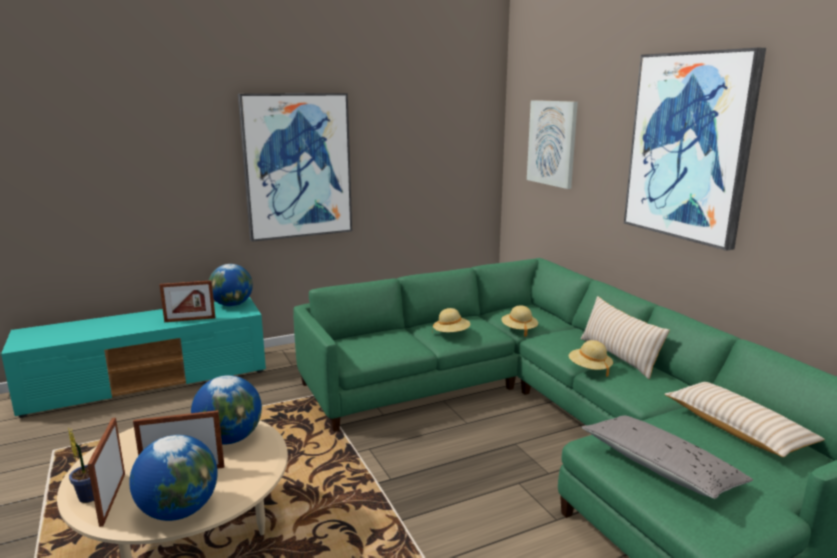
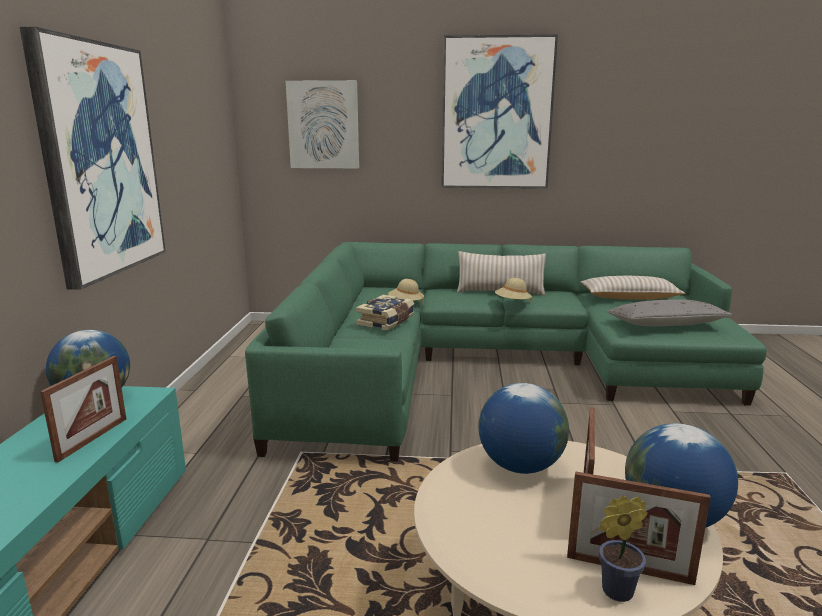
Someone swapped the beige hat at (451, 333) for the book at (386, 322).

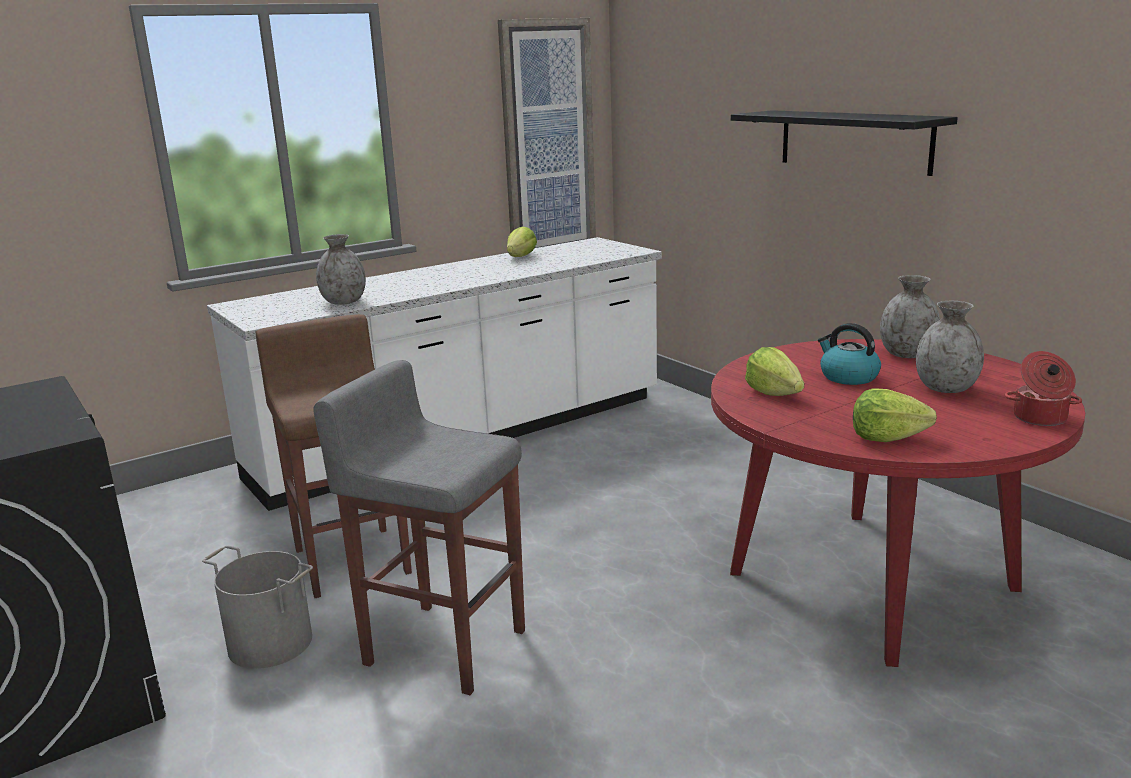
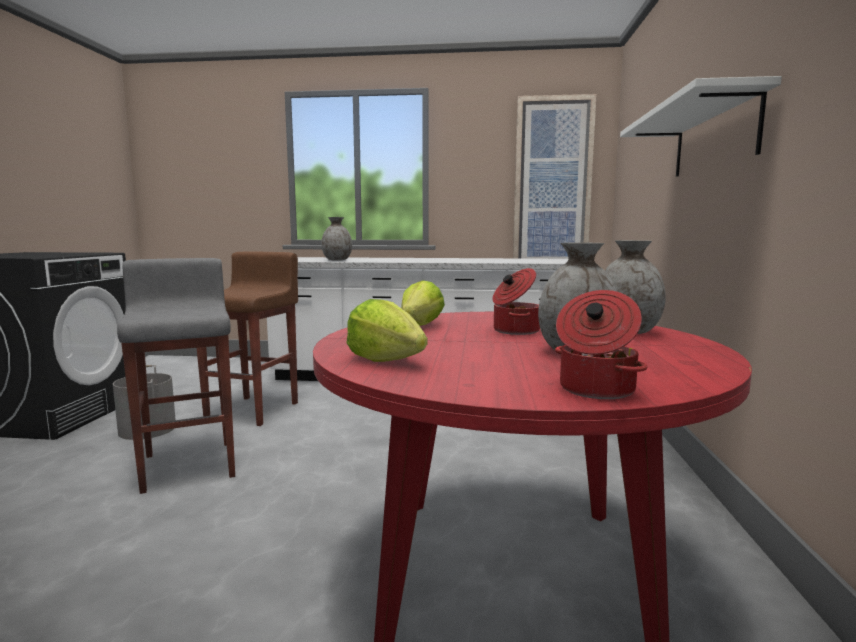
Someone swapped the kettle at (848, 377) for the cooking pot at (514, 331). Someone repainted the black shelf at (854, 141), which became the white shelf at (714, 138). Someone took away the lettuce at (520, 257).

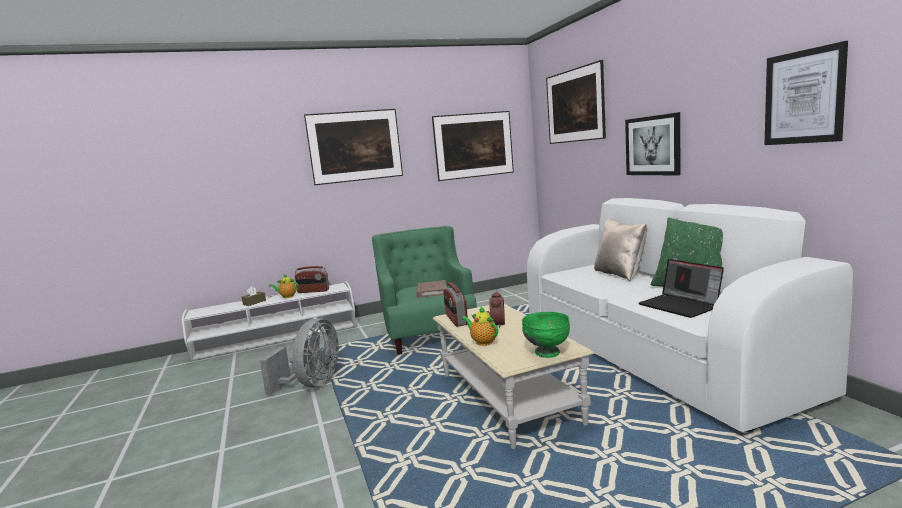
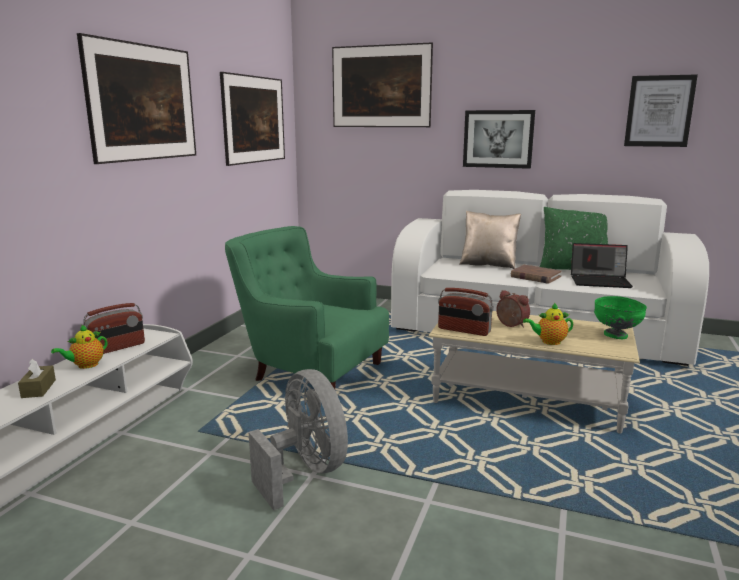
Someone carried the brown book from (431, 291) to (535, 277).

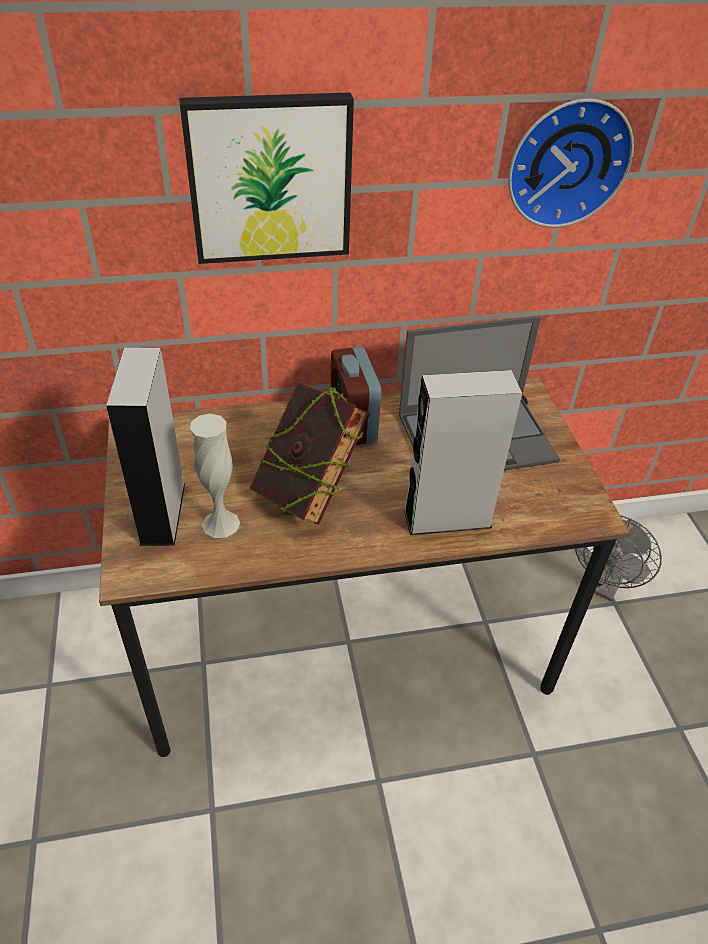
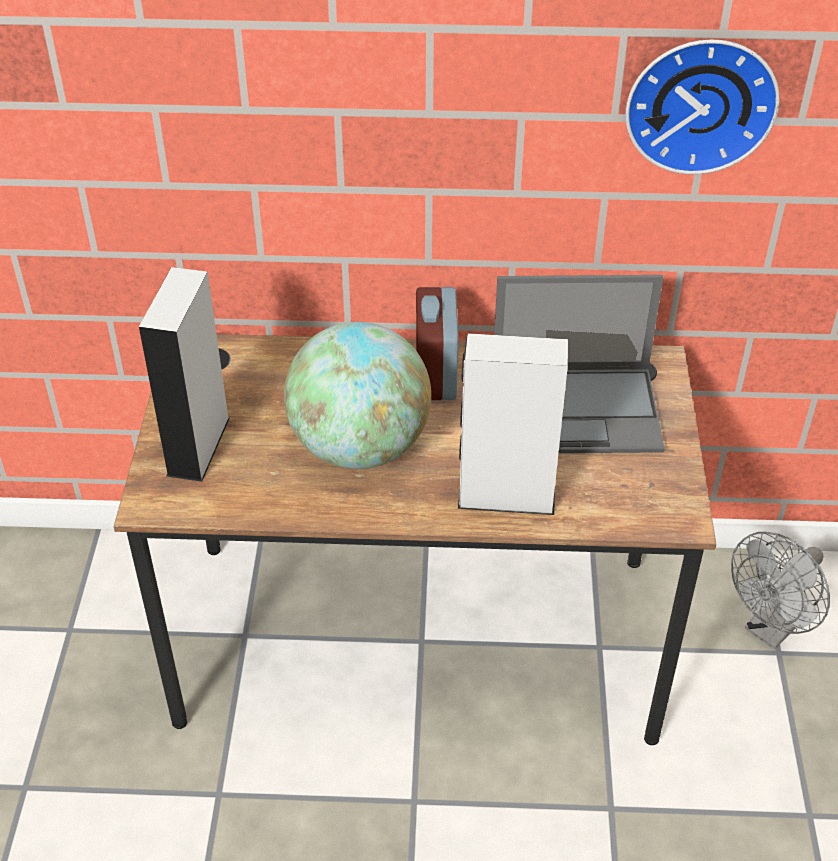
Someone swapped the book at (308, 493) for the globe at (360, 447). Someone took away the picture at (269, 178). Someone took away the white vase at (221, 524).

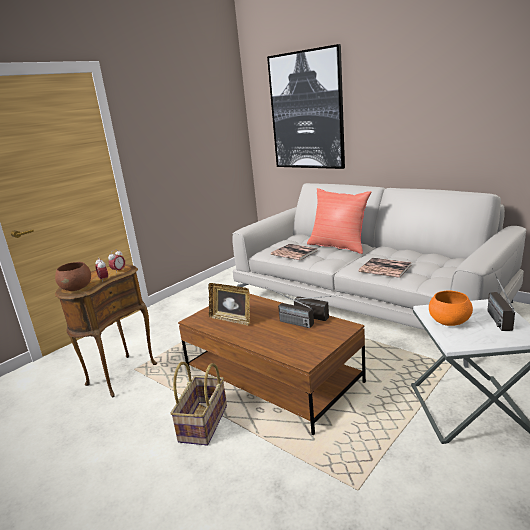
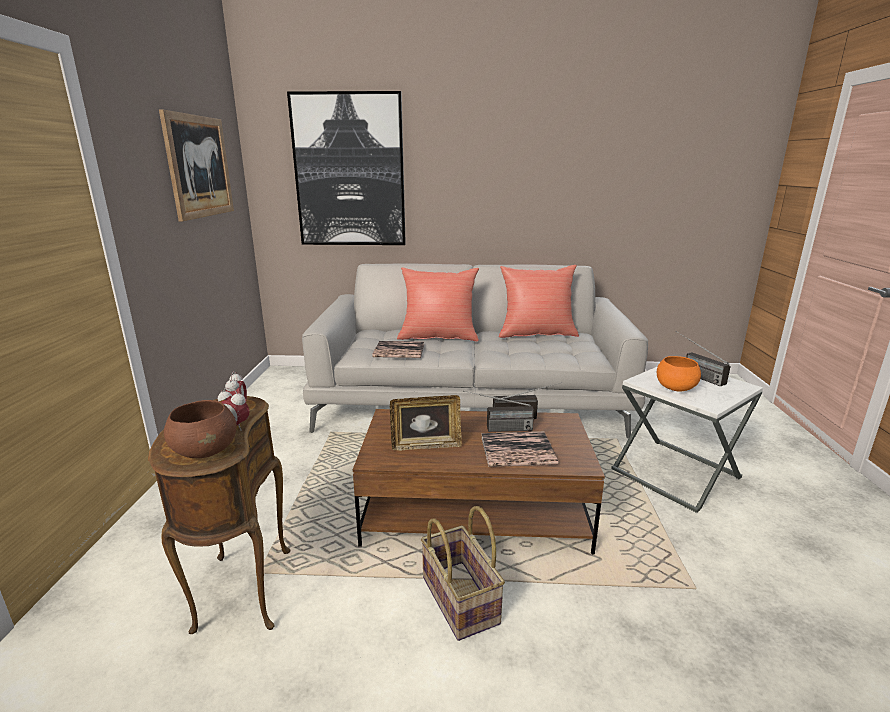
Someone put up the picture at (199, 166). Someone carried the book from (385, 268) to (517, 450). Someone put down the red pillow at (536, 333).

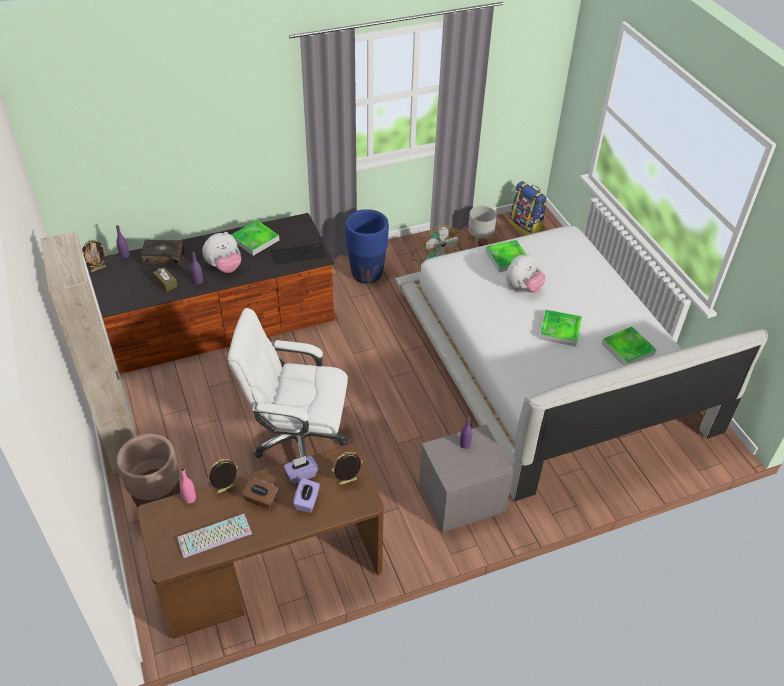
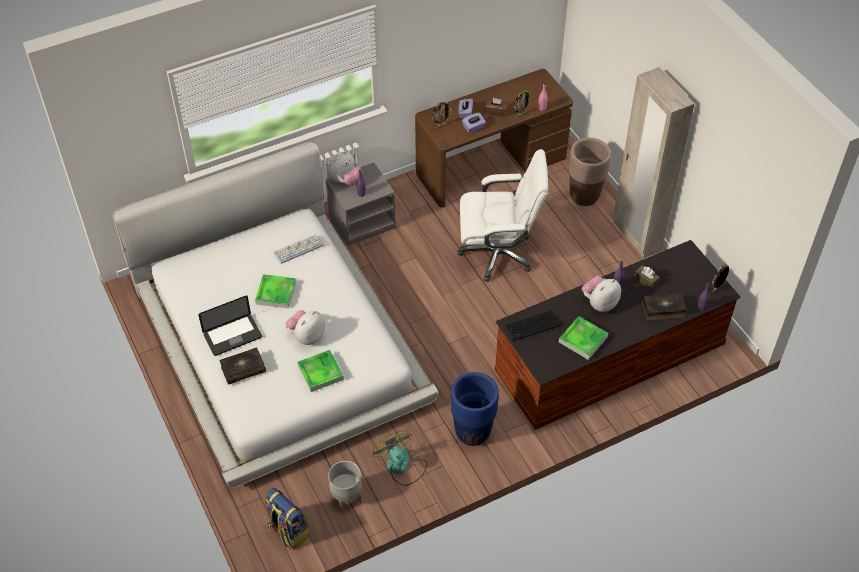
Someone put down the laptop at (232, 336). Someone put down the book at (243, 369). Someone carried the keyboard from (214, 537) to (299, 248). Someone put down the plush toy at (345, 181). Someone took away the tray at (628, 349).

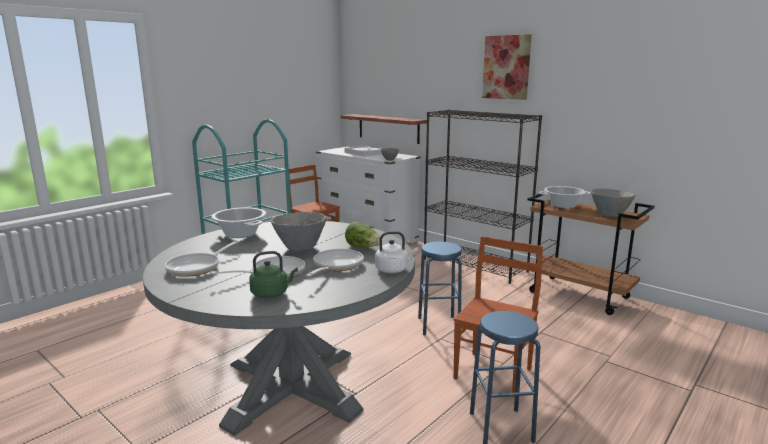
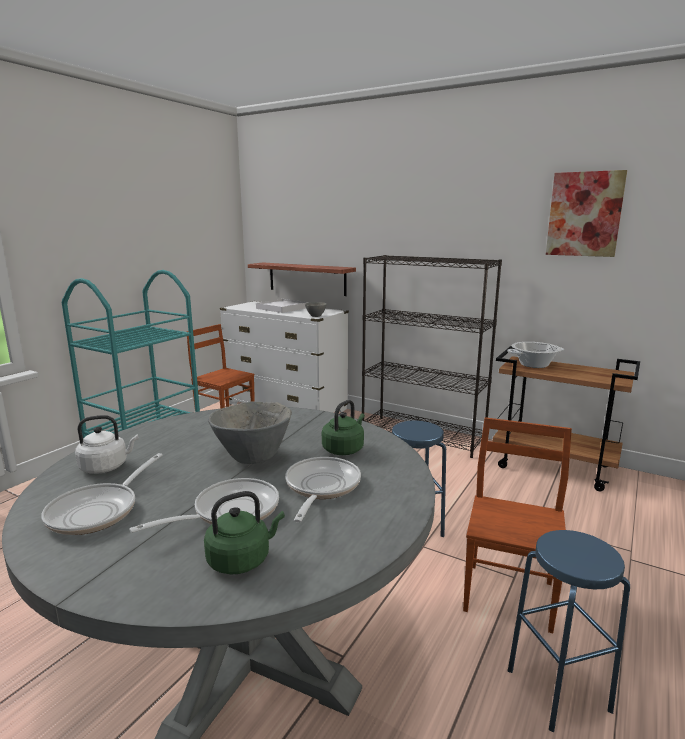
Someone carried the white kettle from (393, 270) to (106, 467). Someone swapped the lettuce at (363, 247) for the green kettle at (344, 449). Someone carried the picture from (506, 67) to (584, 214). Someone took away the cooking pot at (240, 234). Someone took away the grey bowl at (609, 215).

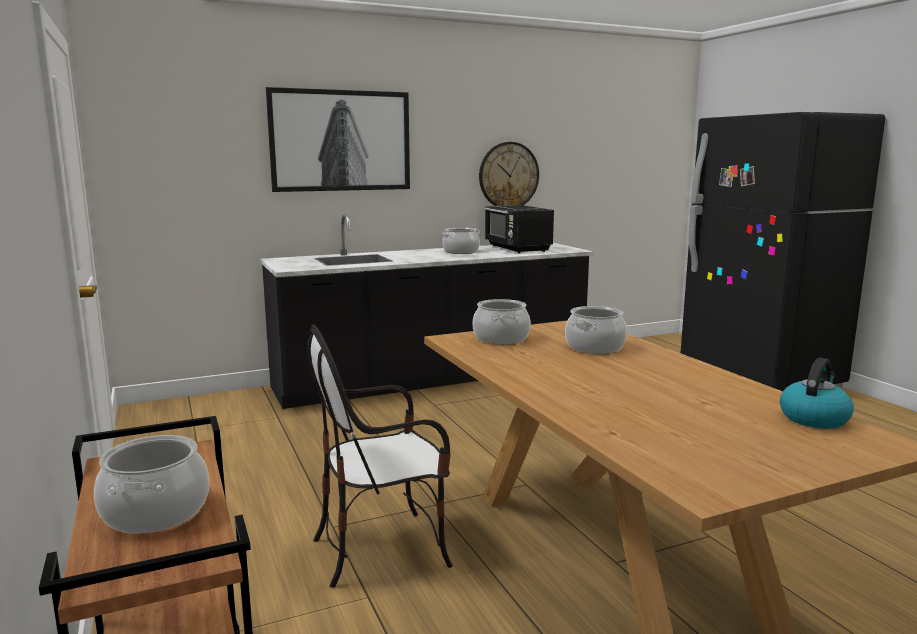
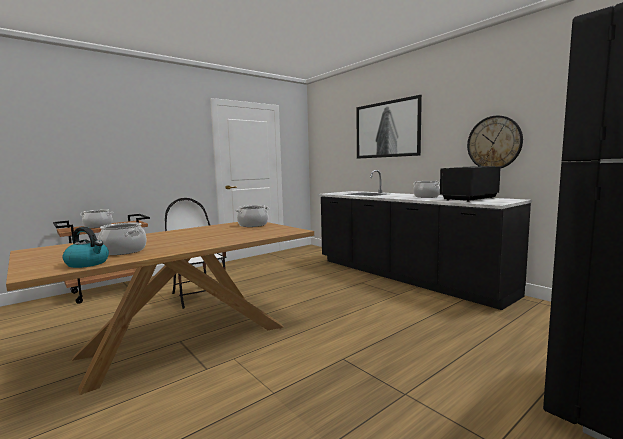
Someone carried the cooking pot from (595, 347) to (123, 251).

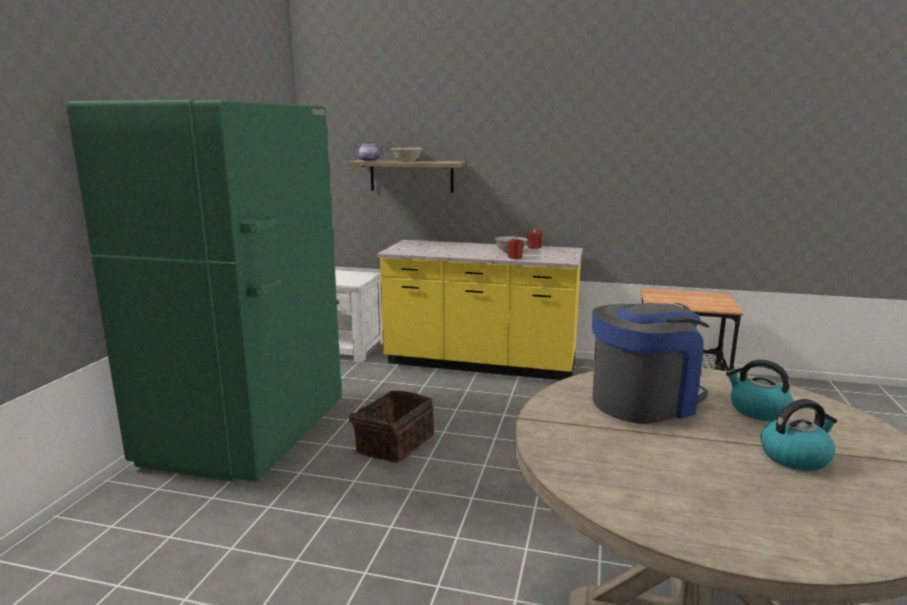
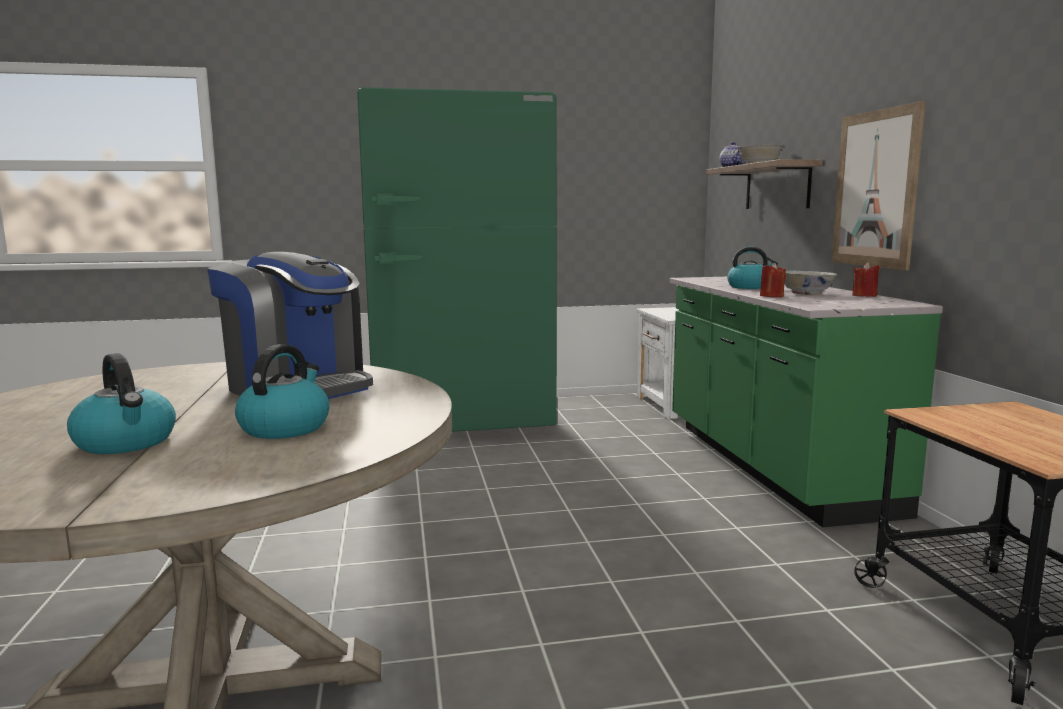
Someone repainted the yellow counter at (480, 364), which became the green counter at (770, 466). Someone put down the kettle at (749, 287). Someone put up the picture at (875, 189). Someone took away the basket at (393, 444).

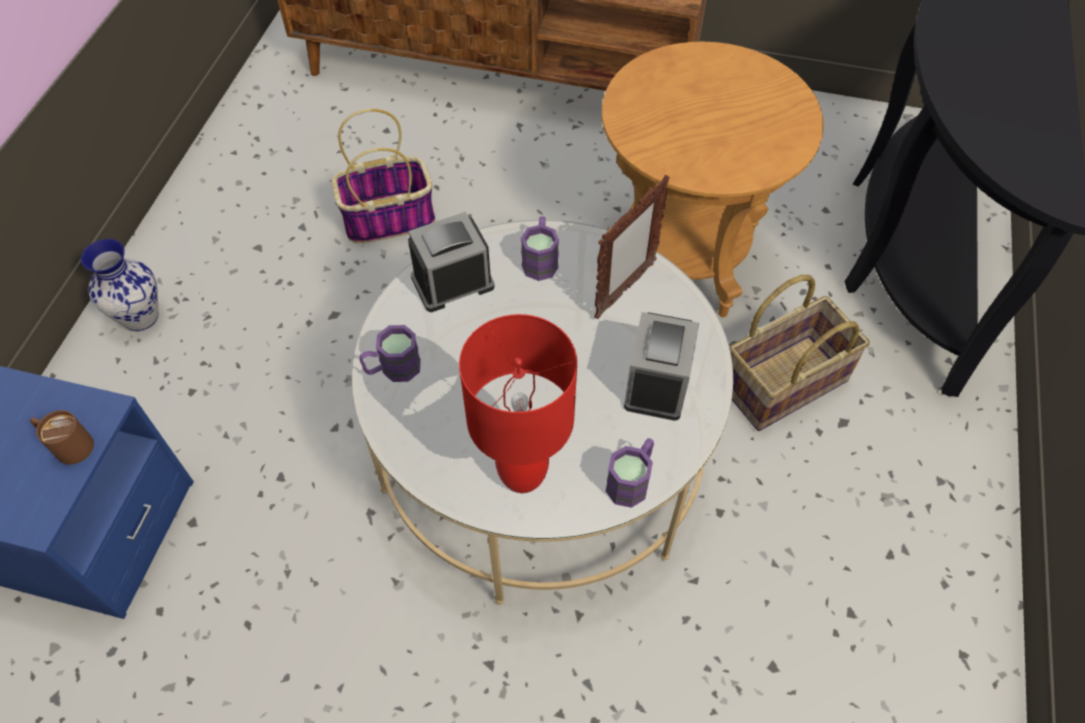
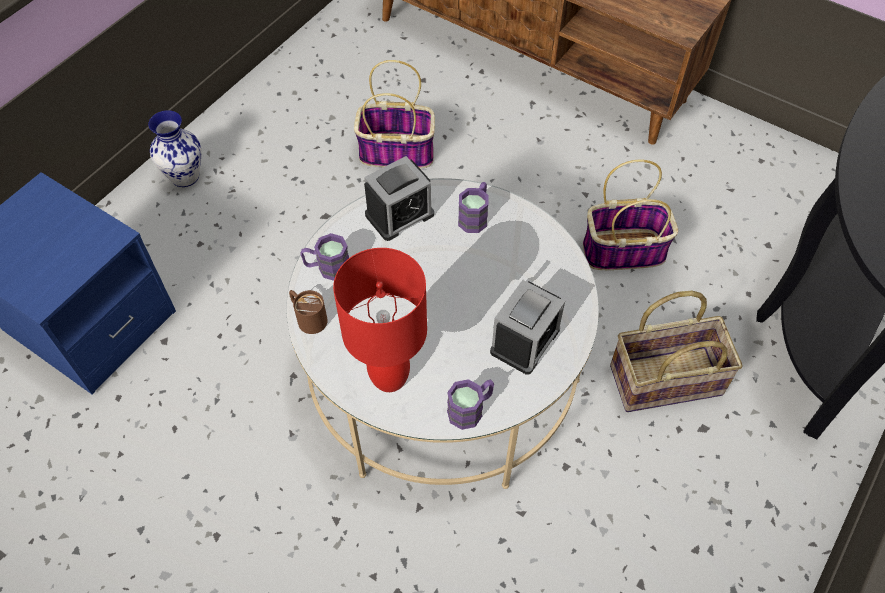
Someone carried the brown mug from (67, 445) to (308, 317). Someone rotated the alarm clock at (452, 282) by 150 degrees clockwise. Someone swapped the brown side table at (683, 257) for the basket at (624, 250). Someone took away the picture frame at (624, 290).

